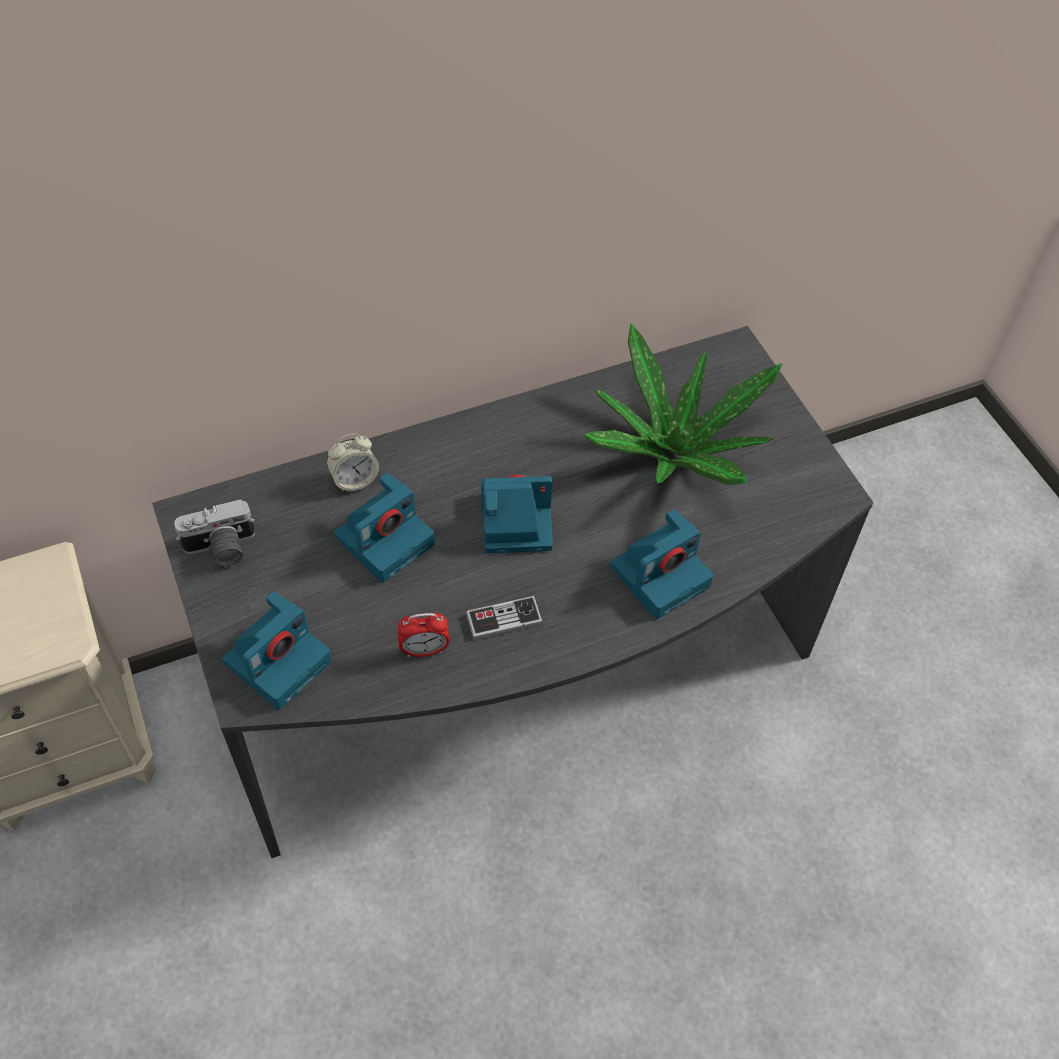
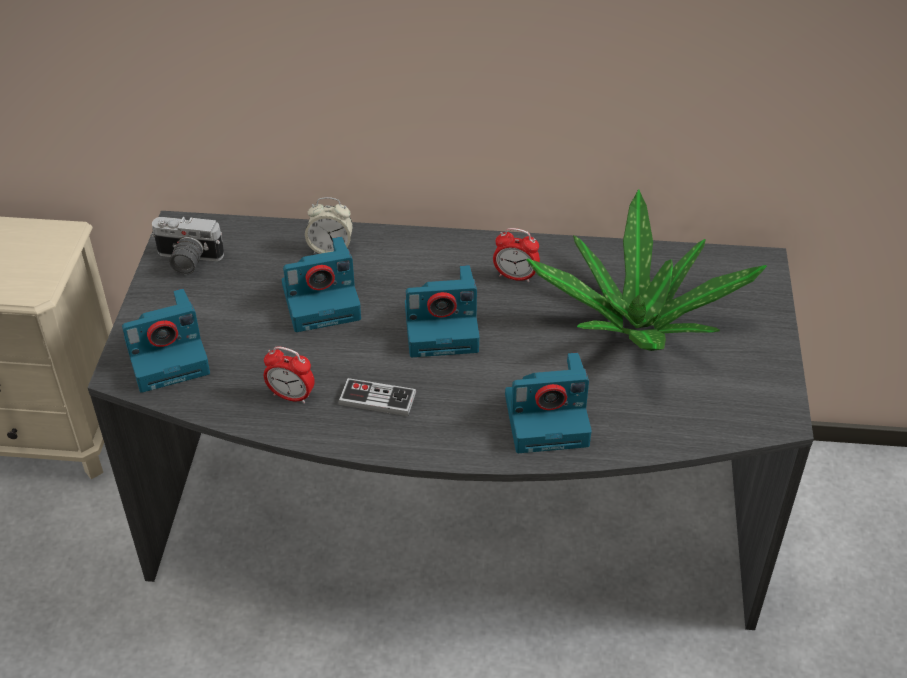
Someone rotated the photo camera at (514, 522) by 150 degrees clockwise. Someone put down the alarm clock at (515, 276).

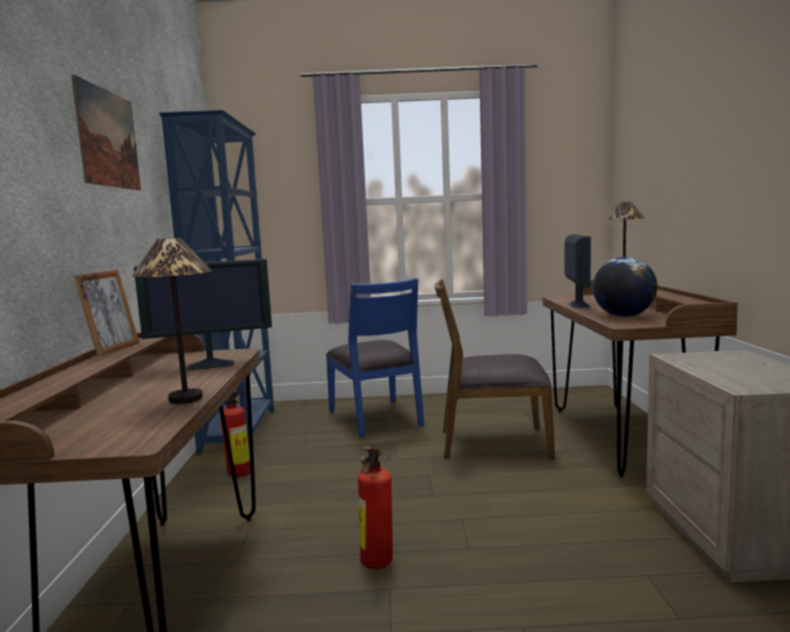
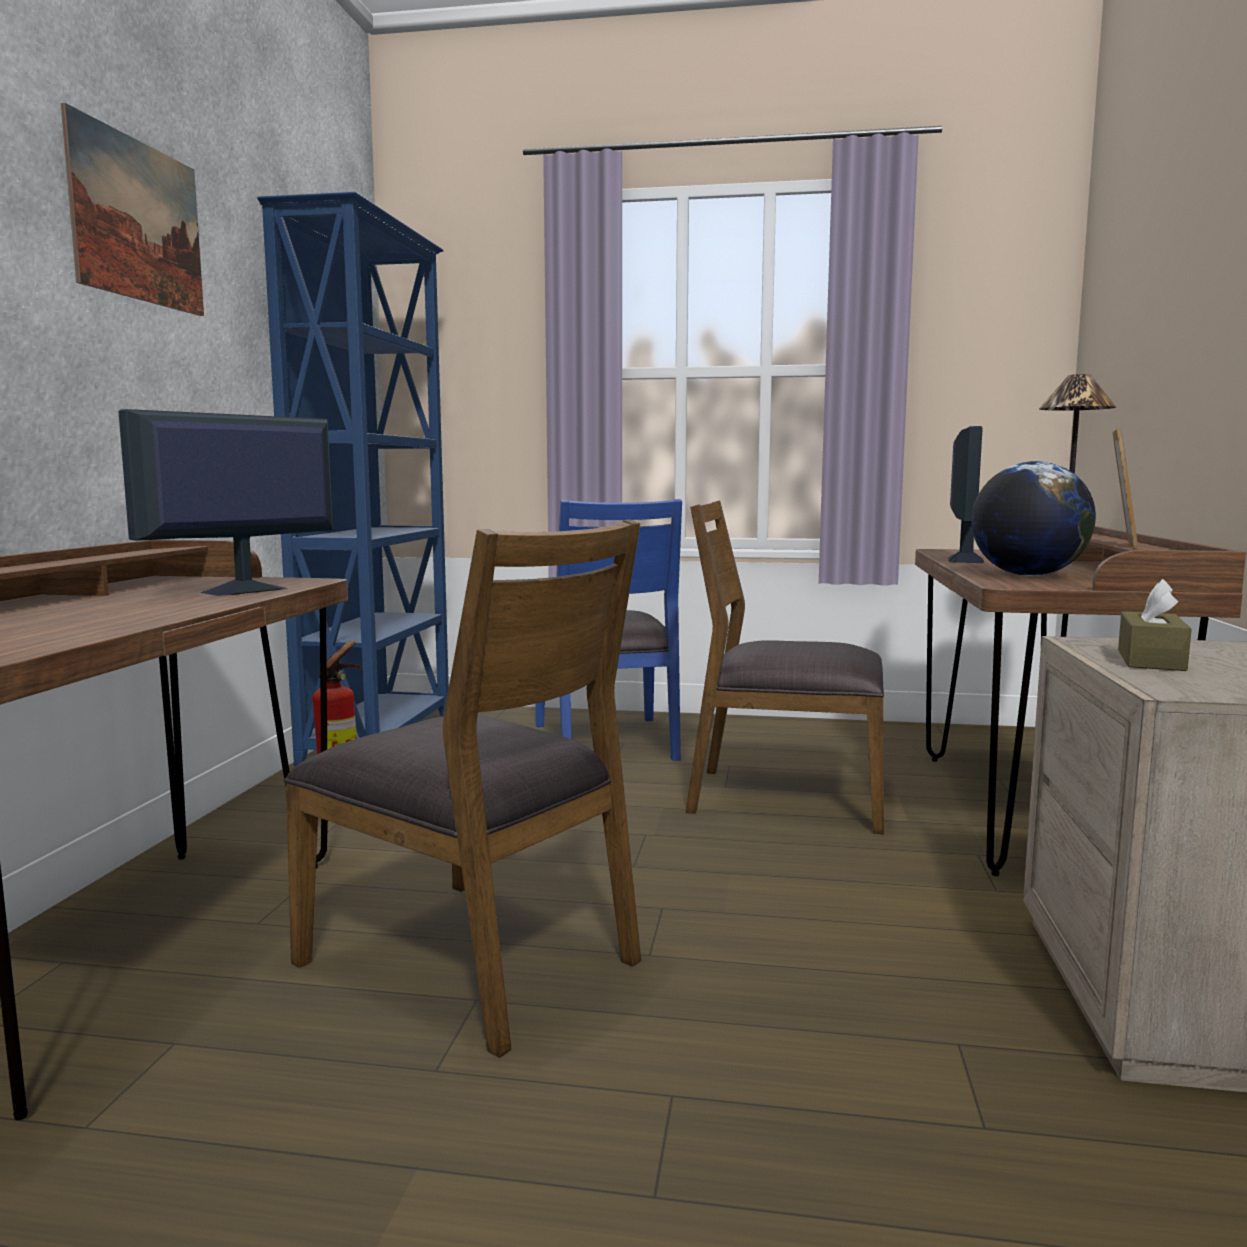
Someone rotated the monitor at (212, 365) by 135 degrees clockwise. Someone swapped the fire extinguisher at (375, 565) for the brown chair at (473, 960). Someone carried the picture frame from (113, 349) to (1119, 544). Someone put down the brown tissue box at (1150, 660). Someone took away the table lamp at (185, 399).

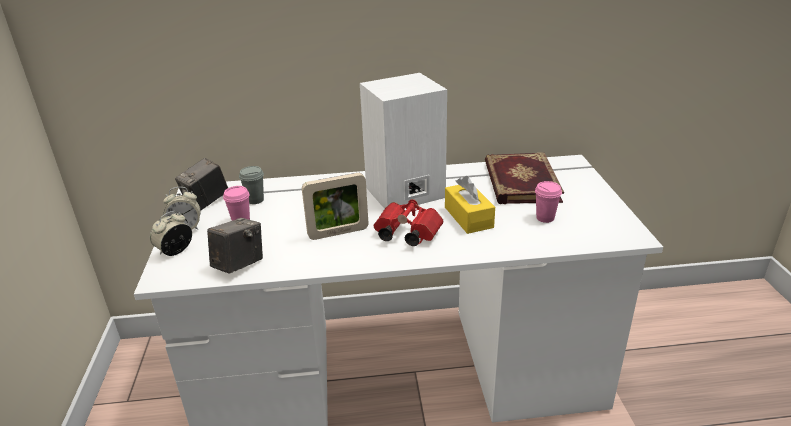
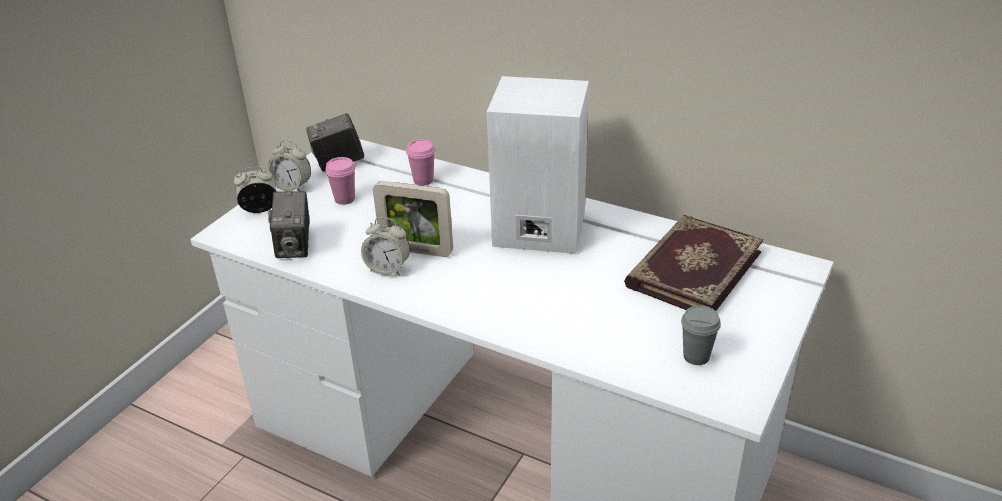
Someone rotated the photo camera at (239, 264) by 105 degrees clockwise. Someone put down the alarm clock at (388, 269). Someone carried the pink cup from (545, 218) to (423, 180). Someone carried the grey cup from (255, 200) to (696, 356). Someone took away the red binoculars at (405, 234). Someone took away the yellow tissue box at (468, 217).

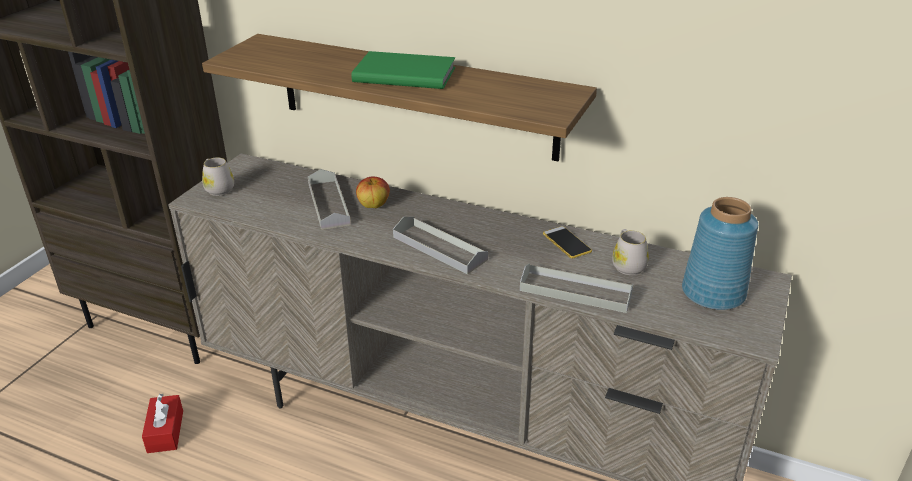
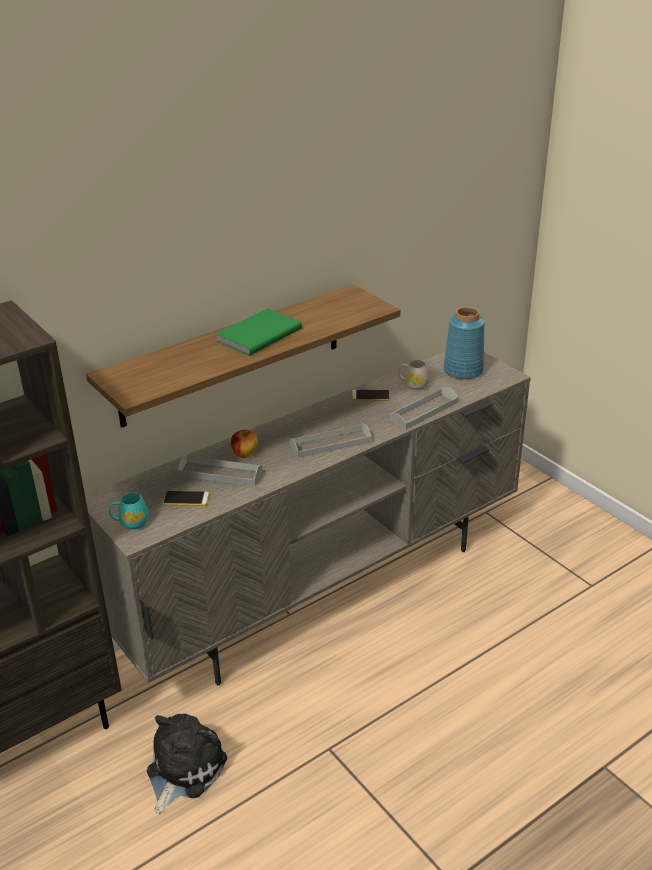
Someone repainted the white mug at (218, 188), which became the turquoise mug at (130, 523). Someone swapped the red tissue box at (165, 431) for the plush toy at (183, 770). Someone put down the phone at (186, 499).

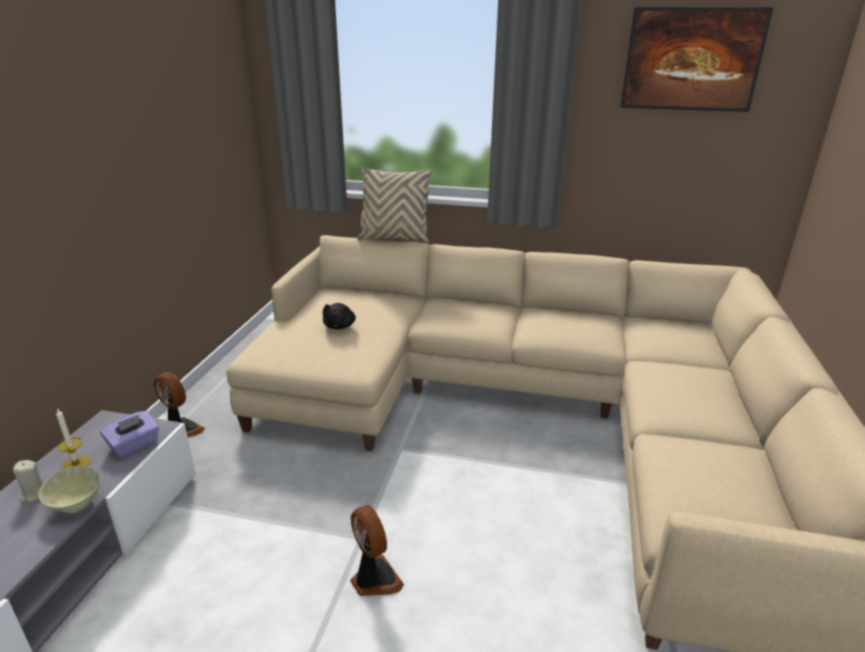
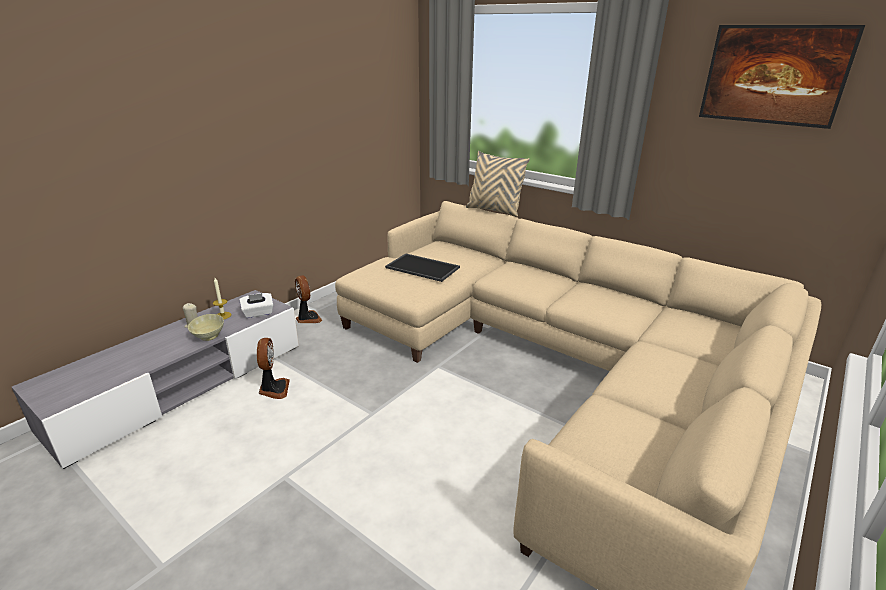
Someone repainted the purple tissue box at (135, 445), which became the white tissue box at (258, 313). Someone carried the fan from (374, 579) to (273, 389). Someone swapped the black plush toy at (340, 326) for the tray at (423, 267).

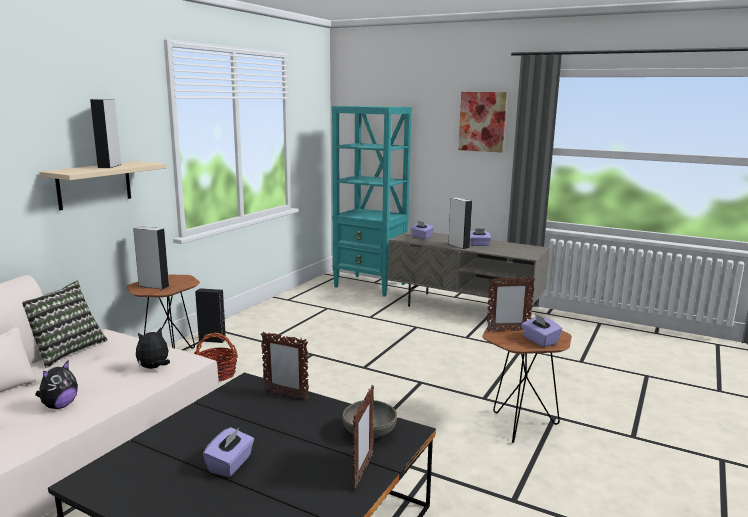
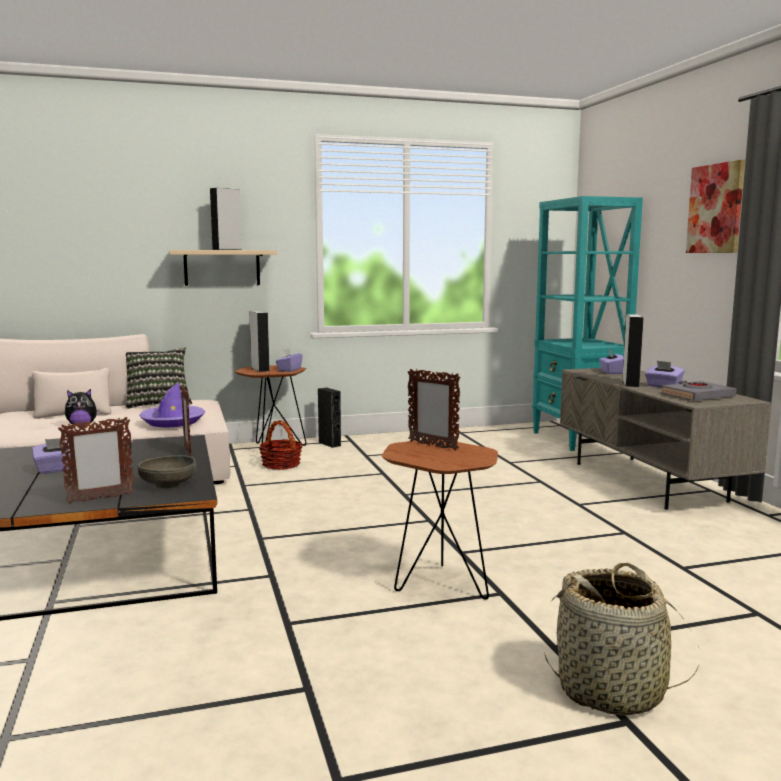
Someone swapped the plush toy at (154, 368) for the purple hat at (172, 422). Someone carried the purple tissue box from (539, 341) to (289, 370). Someone put down the basket at (612, 690). Someone put down the grey book at (697, 396).

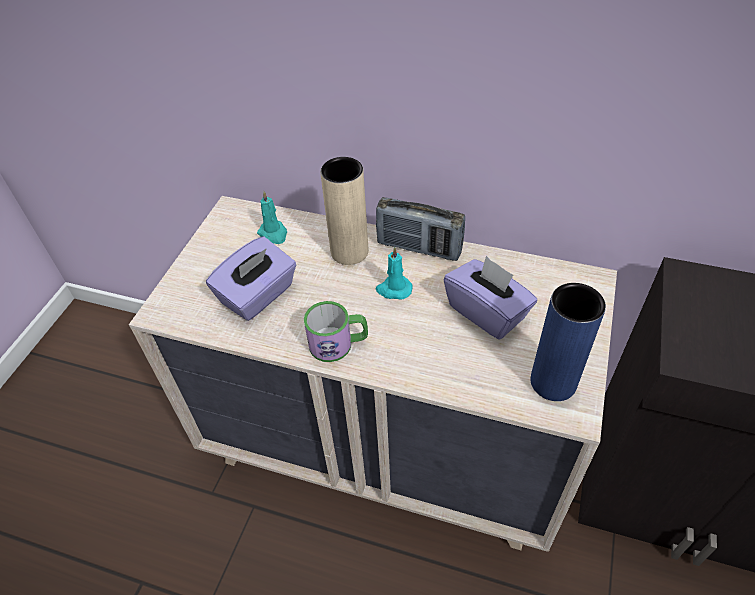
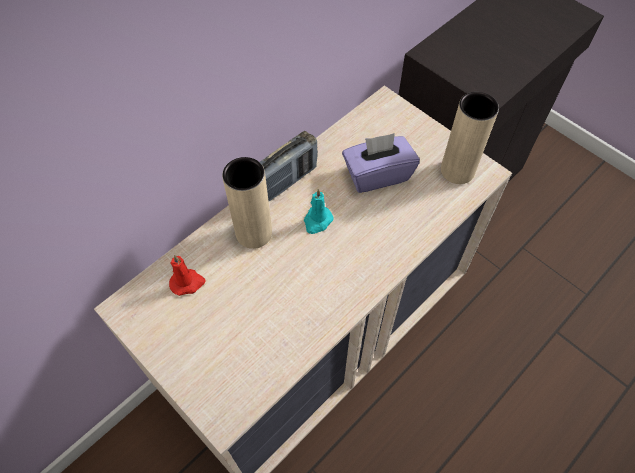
Someone repainted the turquoise candle at (273, 234), which became the red candle at (187, 282). Someone repainted the blue vase at (553, 382), which became the beige vase at (457, 170). Someone took away the purple tissue box at (258, 295). Someone took away the mug at (338, 344).

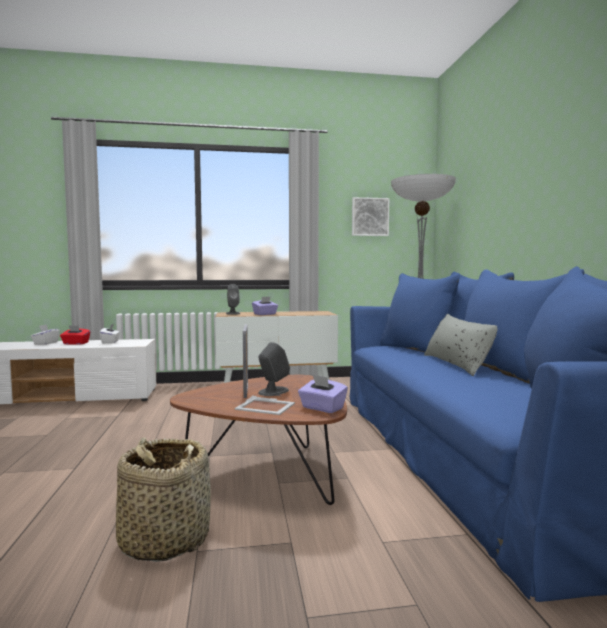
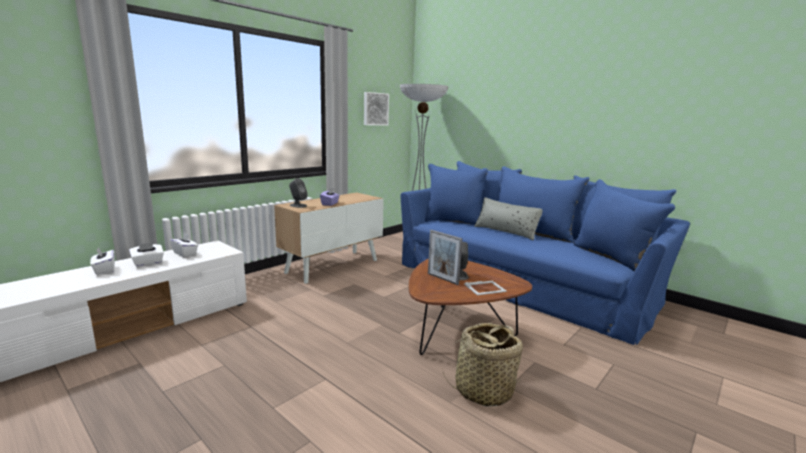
Someone repainted the red tissue box at (75, 343), which became the white tissue box at (148, 263). Someone took away the purple tissue box at (322, 408).

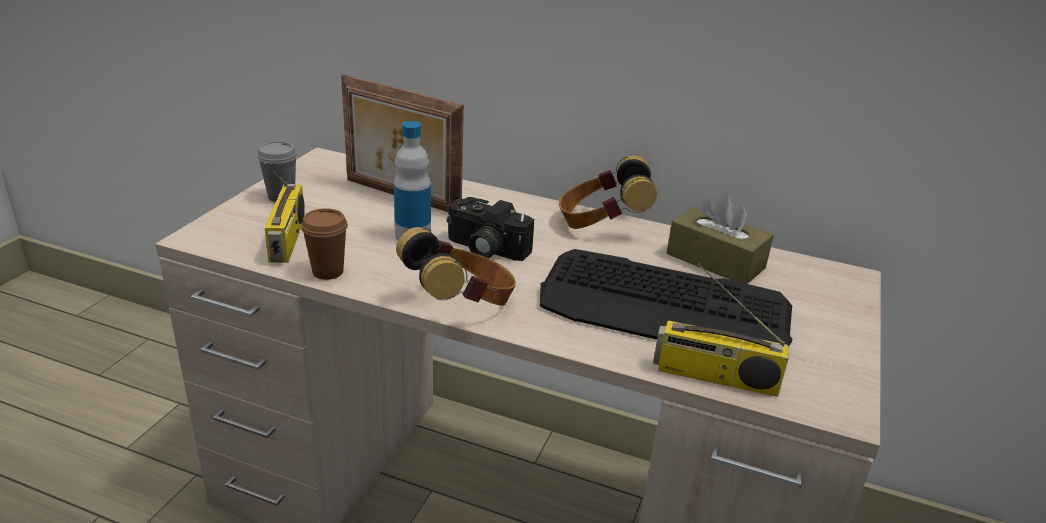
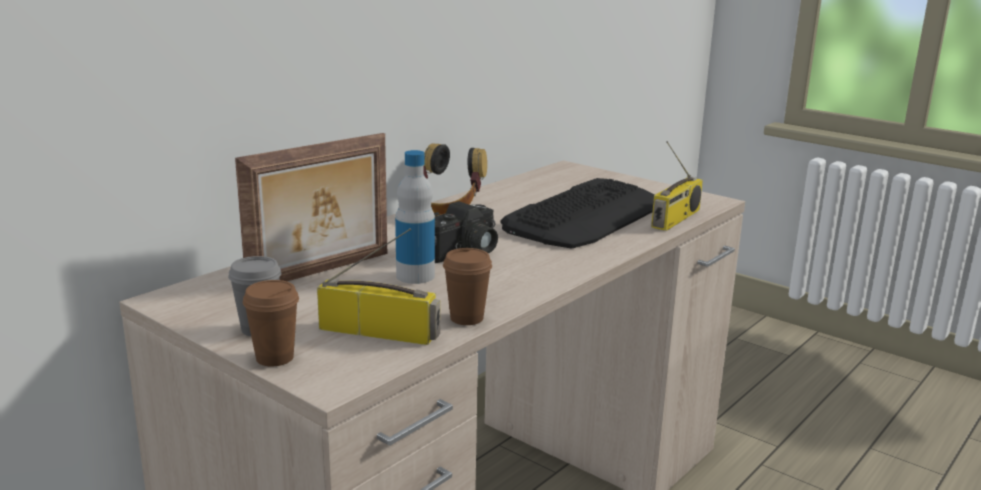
Someone put down the brown cup at (275, 358). Someone took away the headphones at (461, 304). Someone took away the brown tissue box at (715, 261).

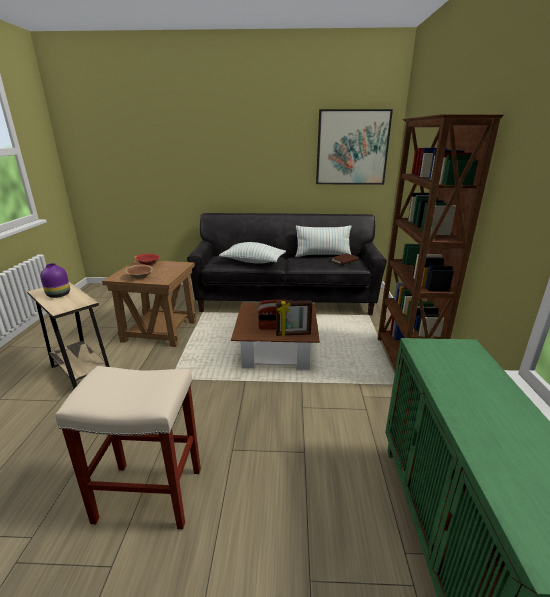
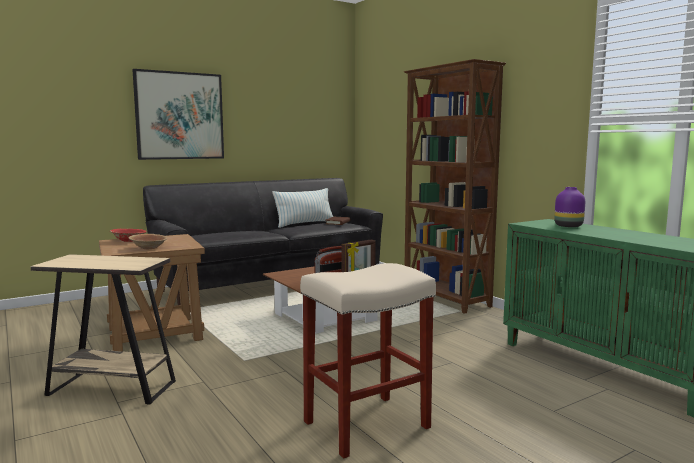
Someone carried the picture from (352, 148) to (179, 116). Someone carried the purple vase from (58, 295) to (569, 226). Someone took away the pillow at (253, 262).

